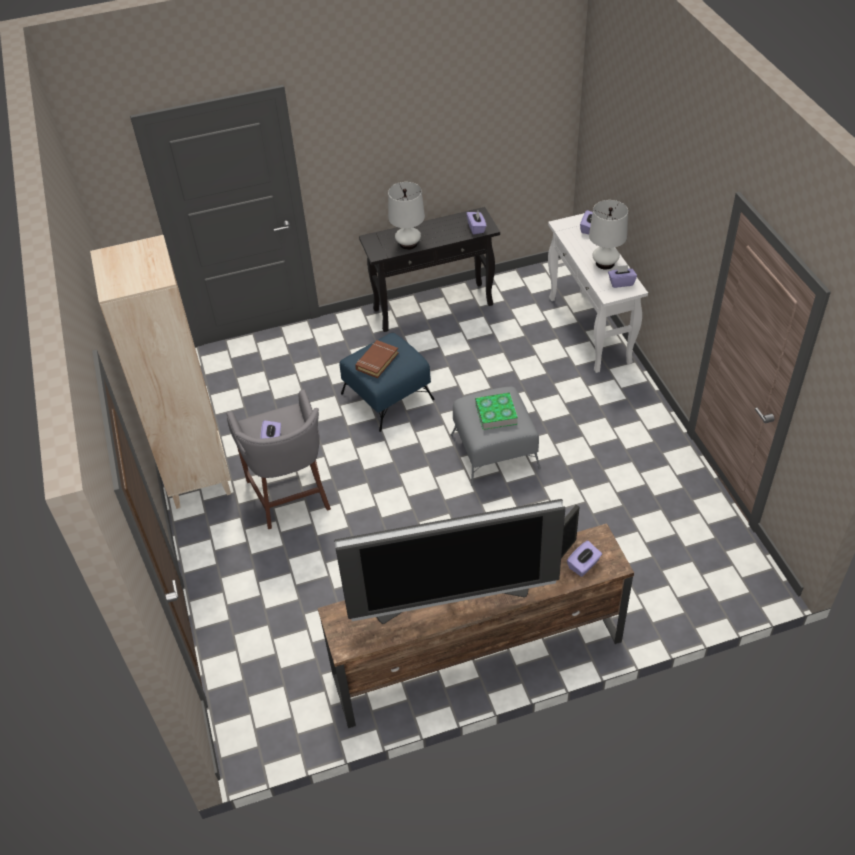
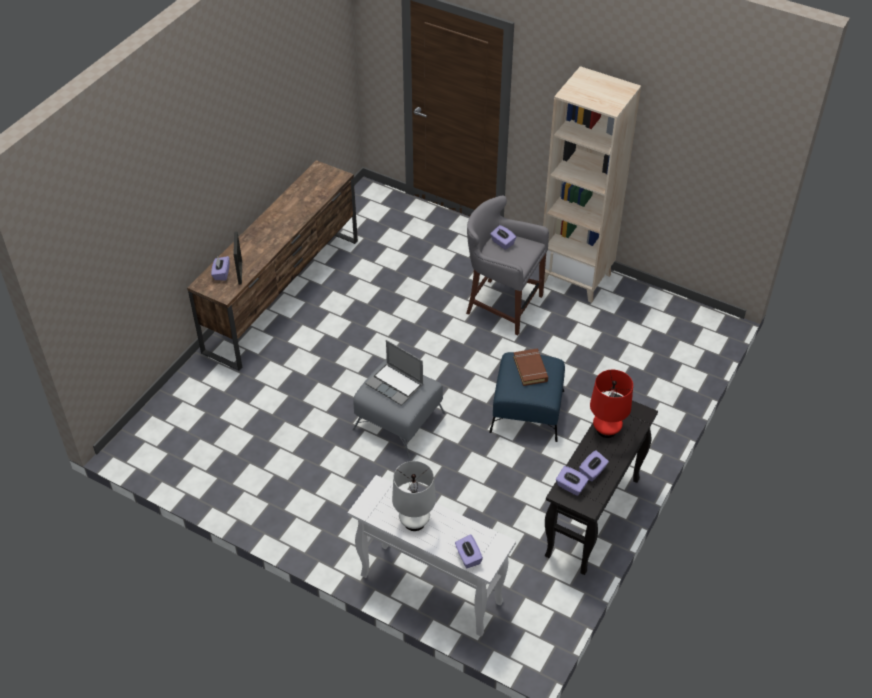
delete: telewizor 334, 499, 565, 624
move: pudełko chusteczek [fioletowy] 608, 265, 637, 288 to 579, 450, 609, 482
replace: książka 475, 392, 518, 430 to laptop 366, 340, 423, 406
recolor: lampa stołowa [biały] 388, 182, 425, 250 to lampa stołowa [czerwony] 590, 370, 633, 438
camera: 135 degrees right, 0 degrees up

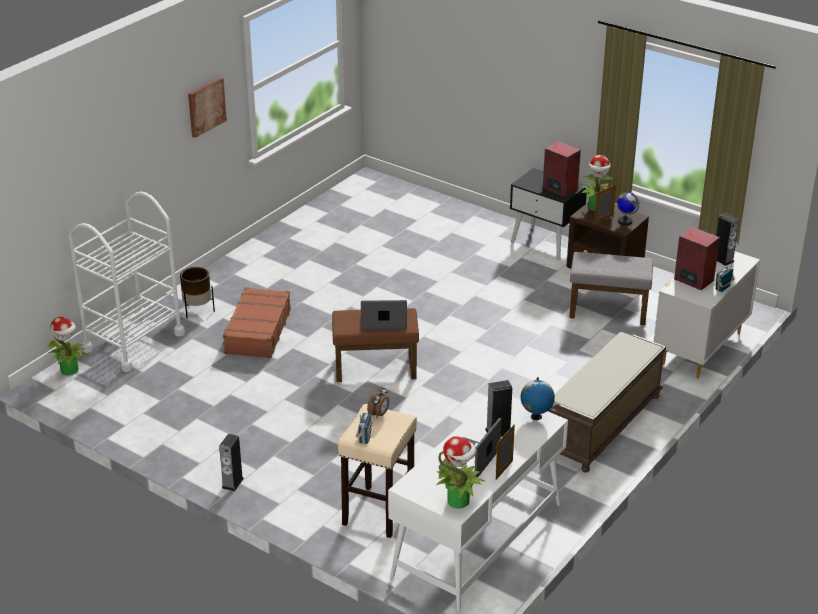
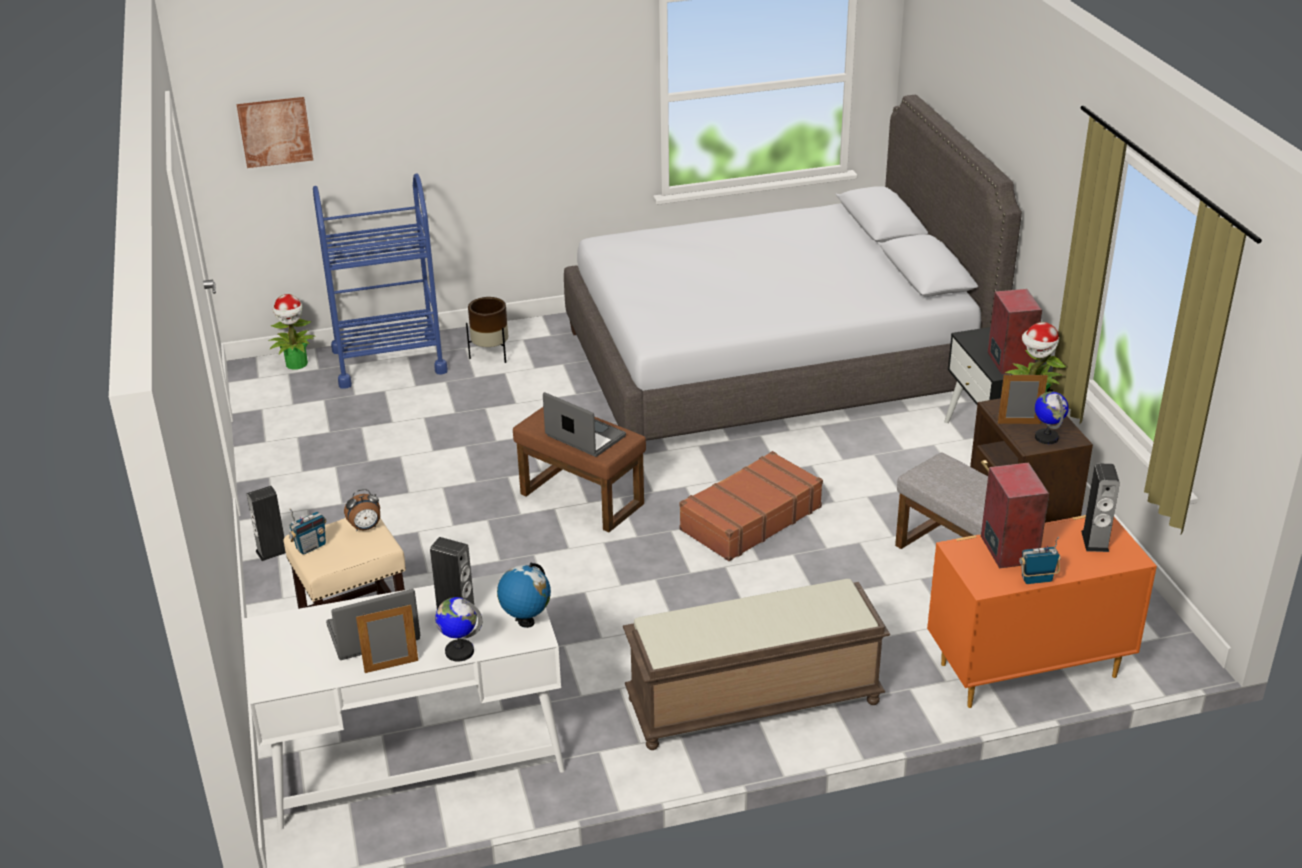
delete: roślina doniczkowa 436, 436, 485, 509
insert: globus 435, 597, 482, 662; łóżko [szary] 564, 95, 1022, 441
move: obraz 188, 77, 227, 138 to 237, 97, 313, 168; walizka [brązowy] 222, 287, 291, 358 to 679, 451, 823, 561
recolor: wózek [biały] 68, 191, 185, 372 to wózek [niebieski] 313, 173, 448, 389; komoda [biały] 654, 251, 760, 378 to komoda [pomarańczowy] 927, 515, 1157, 708
camera: 40 degrees right, 0 degrees up

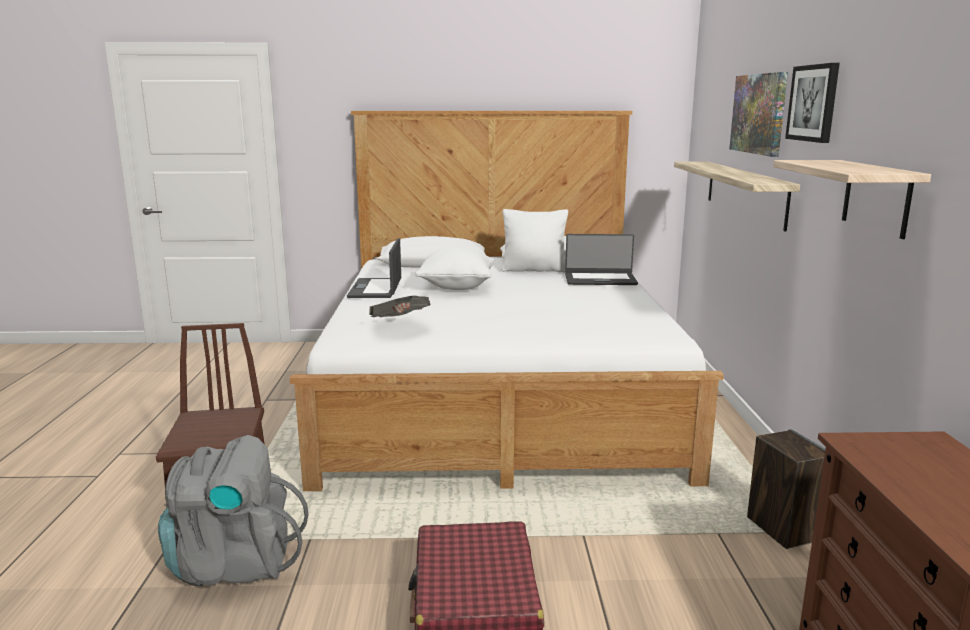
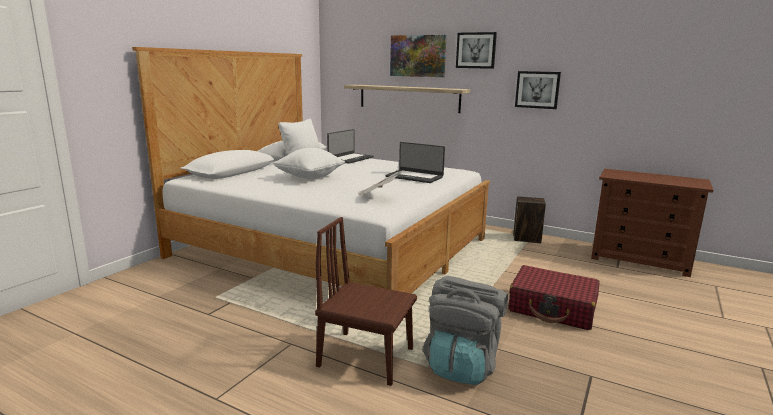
move: laptop 347, 238, 401, 298 to 385, 142, 445, 183
replace: półka 773, 160, 931, 239 to obraz 515, 71, 561, 109
camera: 60 degrees left, 0 degrees up

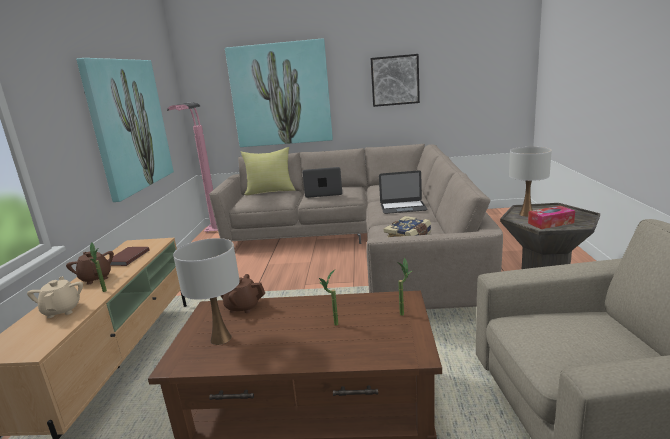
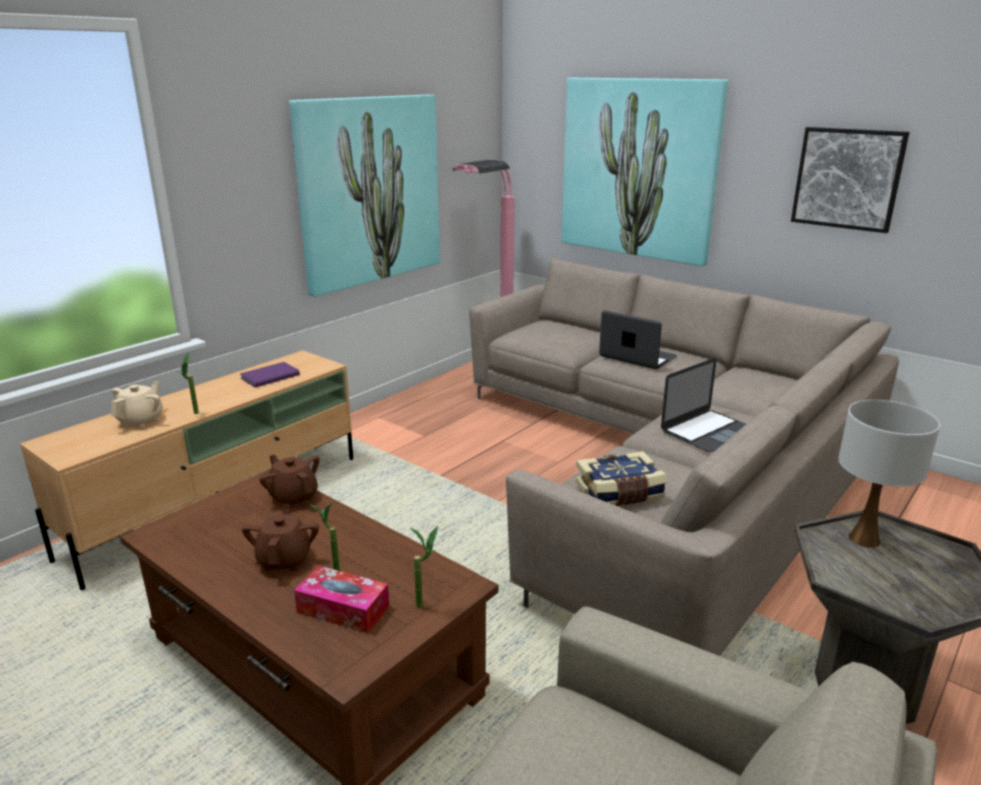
delete: lampa stołowa [biały] 173, 238, 240, 345; poduszka [żółty] 240, 147, 295, 195
move: imbryk [brązowy] 66, 251, 114, 285 to 242, 505, 319, 571; pudełko chusteczek 528, 206, 575, 229 to 294, 566, 389, 633
recolor: książka [brązowy] 108, 247, 150, 266 to książka [fioletowy] 240, 362, 300, 388
rotate: laptop 379, 170, 427, 214 = 661, 358, 746, 452 75 degrees counterclockwise
camera: 35 degrees right, 5 degrees up

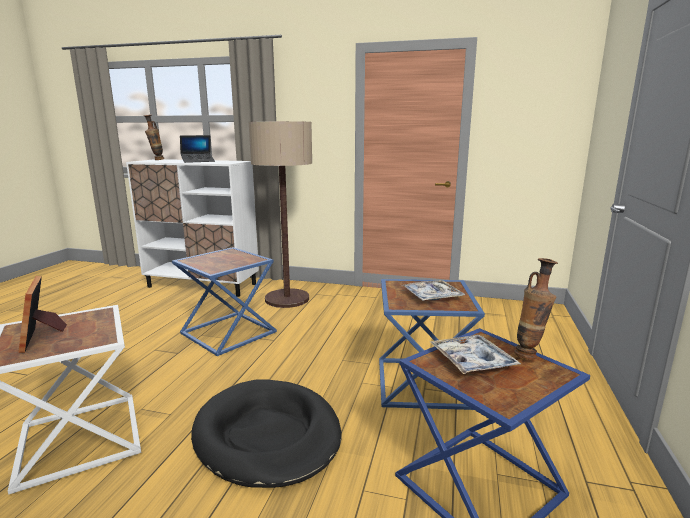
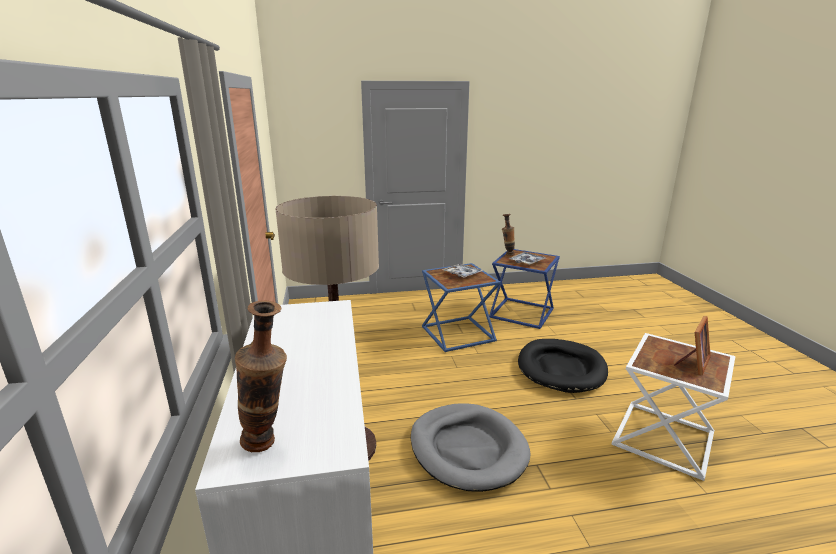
delete: laptop 180, 135, 215, 163
replace: stolik [niebieski] 172, 247, 277, 356 to legowisko [szary] 411, 403, 531, 492
camera: 115 degrees left, 5 degrees up

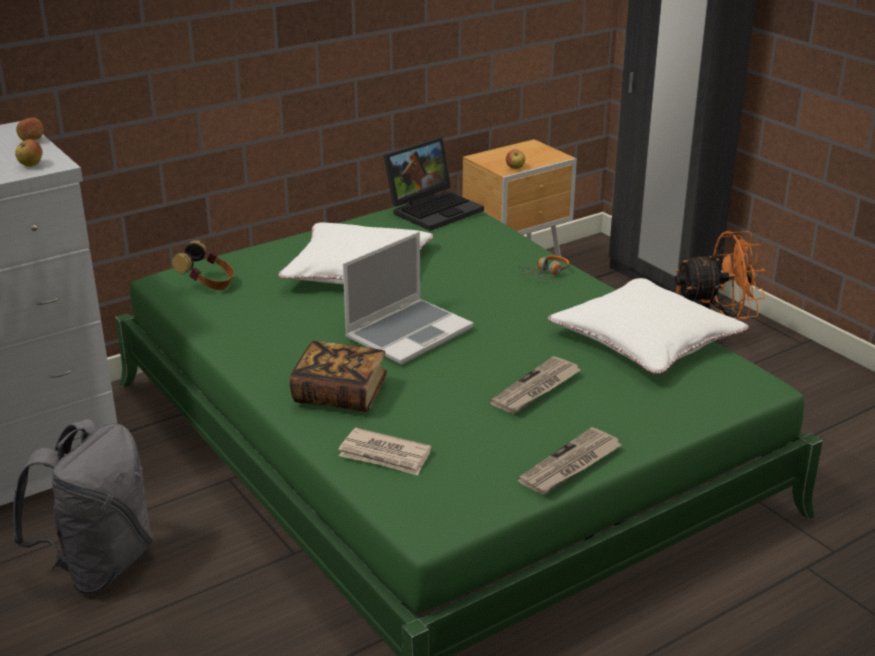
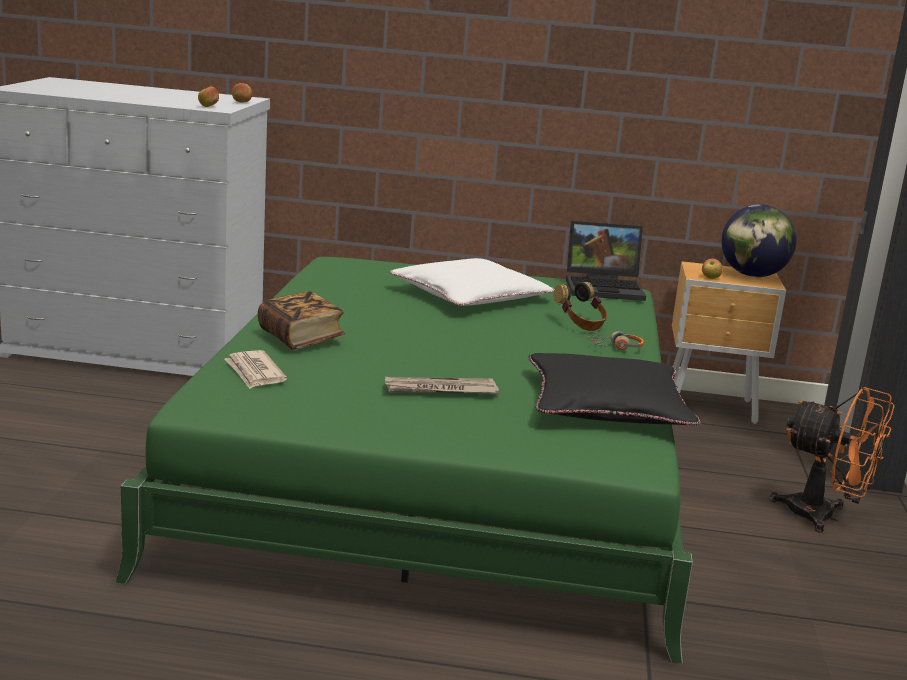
delete: plecak [szary] 12, 419, 153, 595; laptop 343, 232, 474, 365; gazeta 517, 427, 621, 495
insert: globus 721, 204, 797, 277
move: słuchawki 172, 240, 234, 290 to 554, 282, 607, 331
recolor: poduszka [biały] 548, 278, 749, 374 to poduszka [czarny] 528, 353, 701, 425
camera: 40 degrees right, 10 degrees down

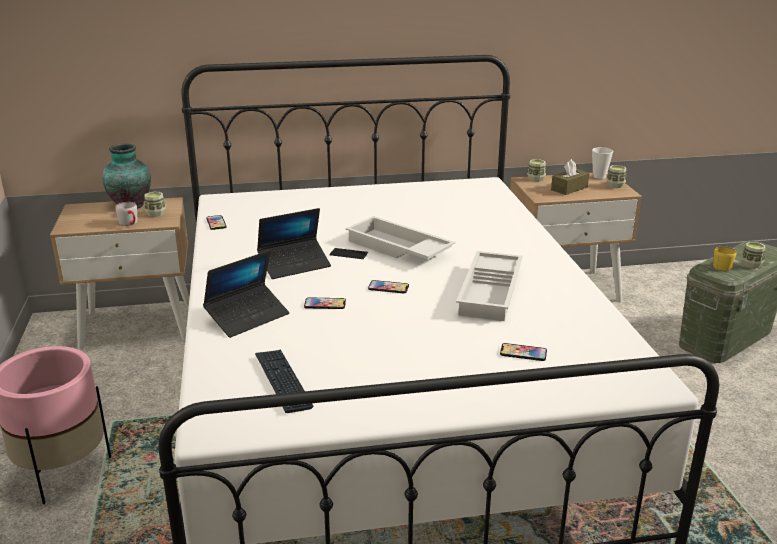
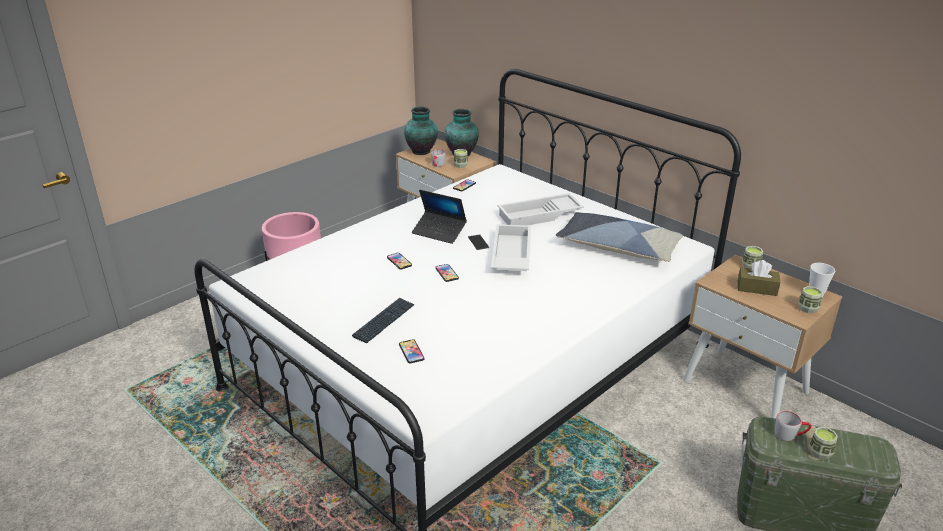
delete: laptop 203, 250, 289, 338
insert: wazon 404, 106, 438, 155; poduszka 556, 212, 683, 262
move: klawiatura 255, 350, 313, 413 to 352, 298, 415, 343; taca [biały] 456, 251, 523, 321 to 497, 193, 584, 225
recolor: kubek [żółty] 713, 246, 736, 271 to kubek [szary] 775, 411, 811, 441
camera: 55 degrees right, 5 degrees up

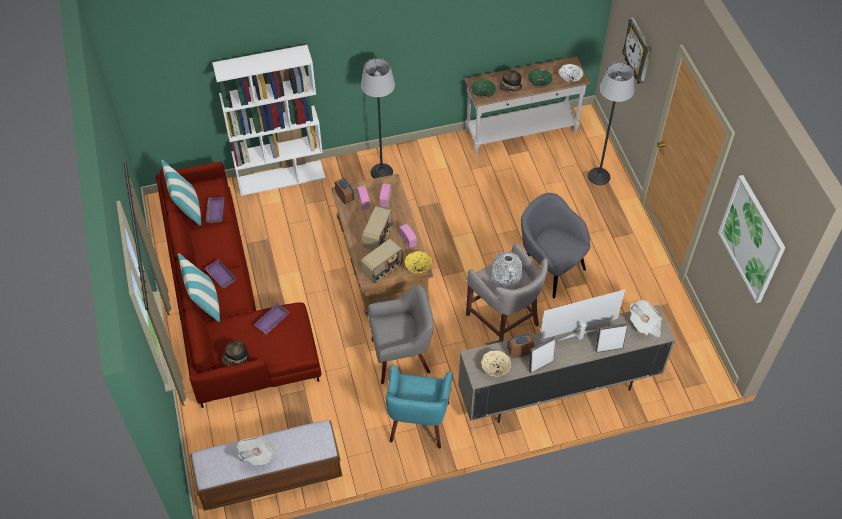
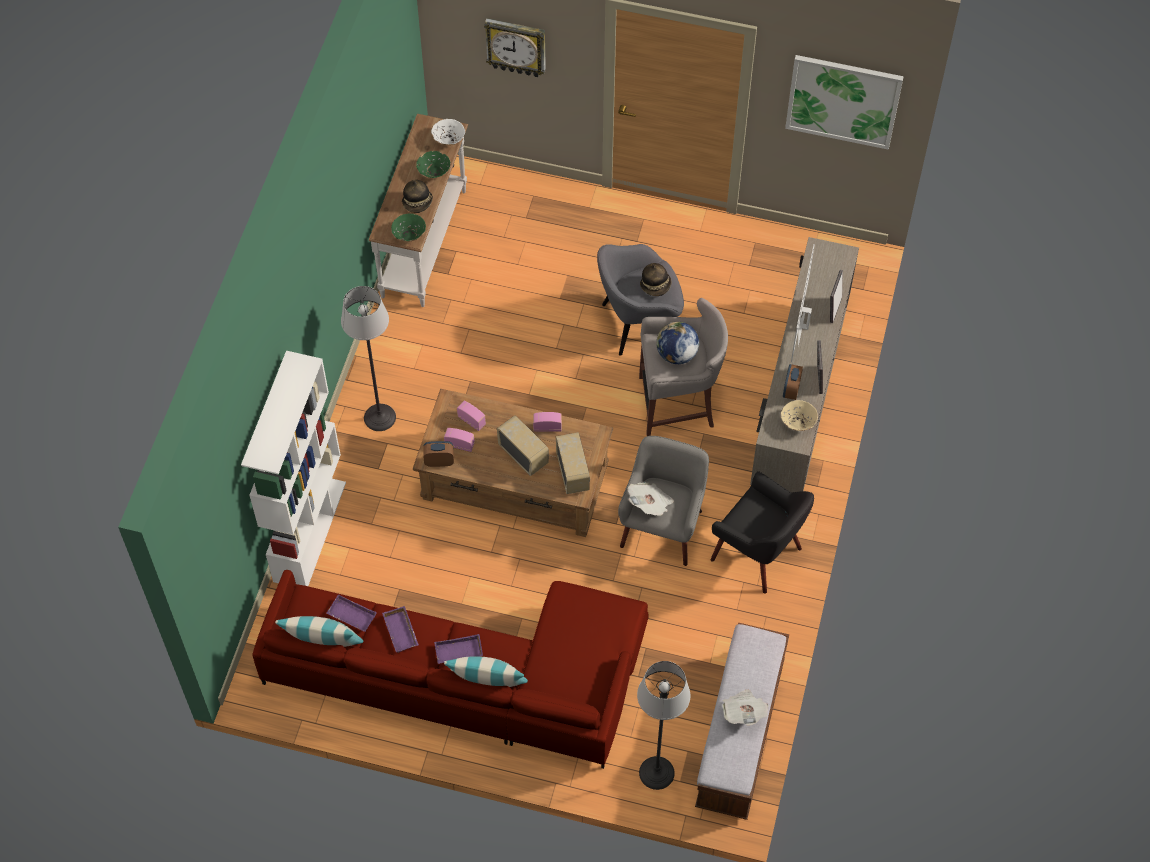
delete: miska [żółty] 405, 251, 432, 273
move: kapelusz 222, 341, 249, 366 to 640, 263, 671, 296; taca [fioletowy] 254, 303, 289, 335 to 382, 606, 419, 653; lampa stojąca 588, 62, 634, 185 to 637, 661, 690, 790; gazeta 630, 300, 662, 337 to 627, 483, 674, 516
replace: wazon [szary] 492, 251, 523, 289 to globus 656, 322, 699, 364
recolor: fotel [turkusowy] 386, 365, 453, 448 to fotel [czarny] 711, 471, 814, 594
camera: 60 degrees left, 5 degrees up

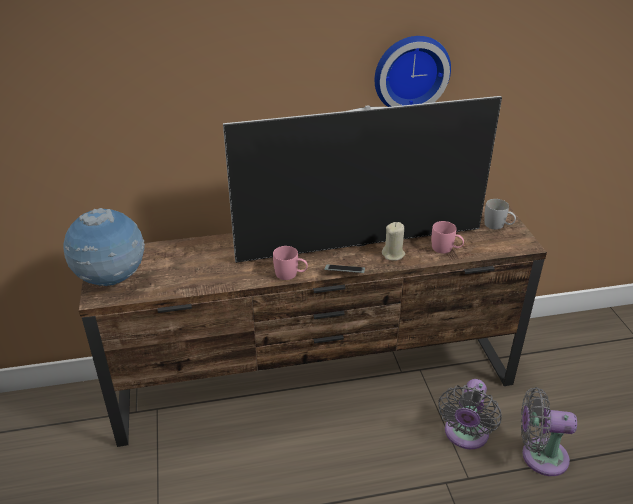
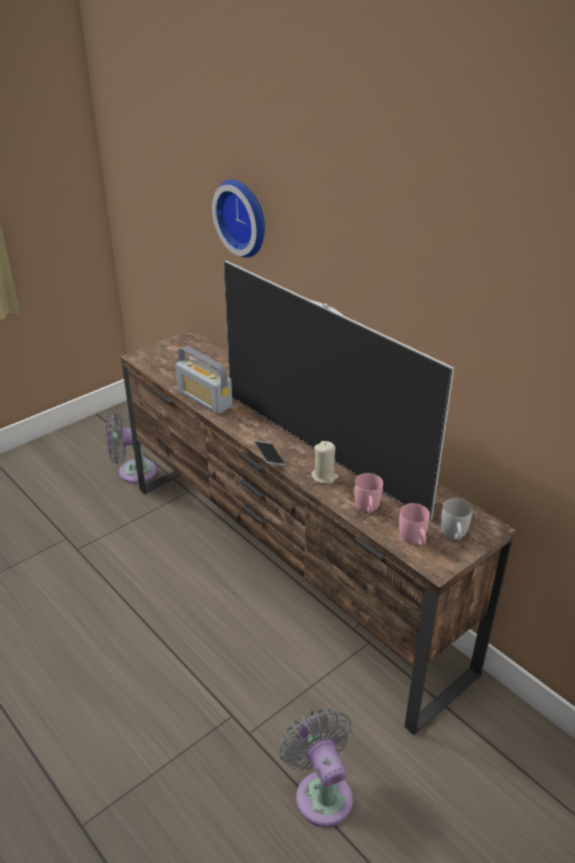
delete: globus 64, 208, 145, 286
insert: radio 176, 346, 232, 414
move: kubek [różowy] 273, 246, 308, 280 to 399, 503, 430, 545; zegar ścienny 375, 36, 451, 107 to 212, 180, 265, 258; wentylator [szary] 438, 379, 502, 449 to 106, 412, 157, 484
camera: 60 degrees right, 0 degrees up

